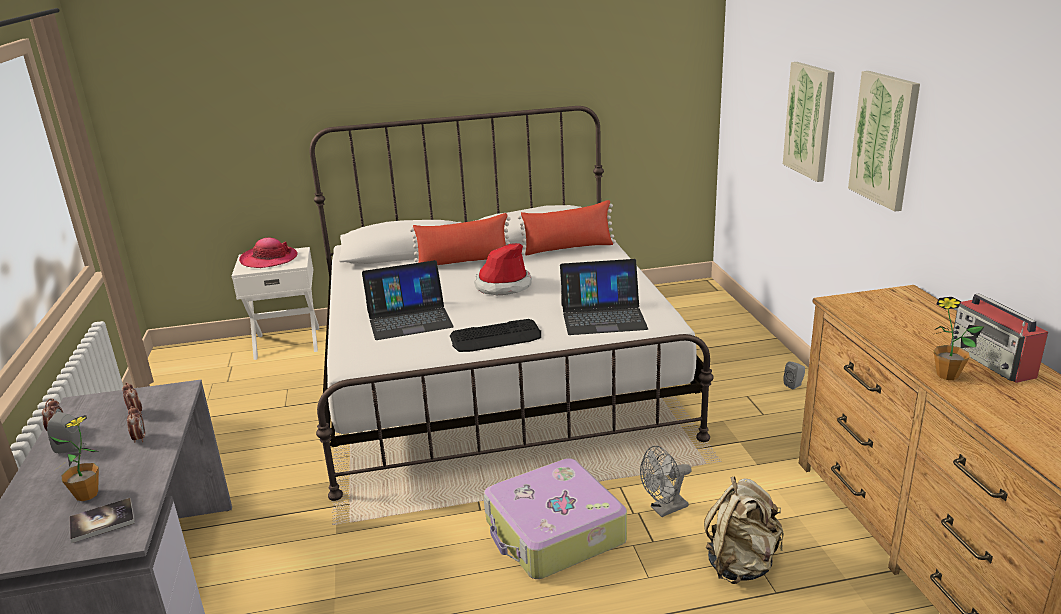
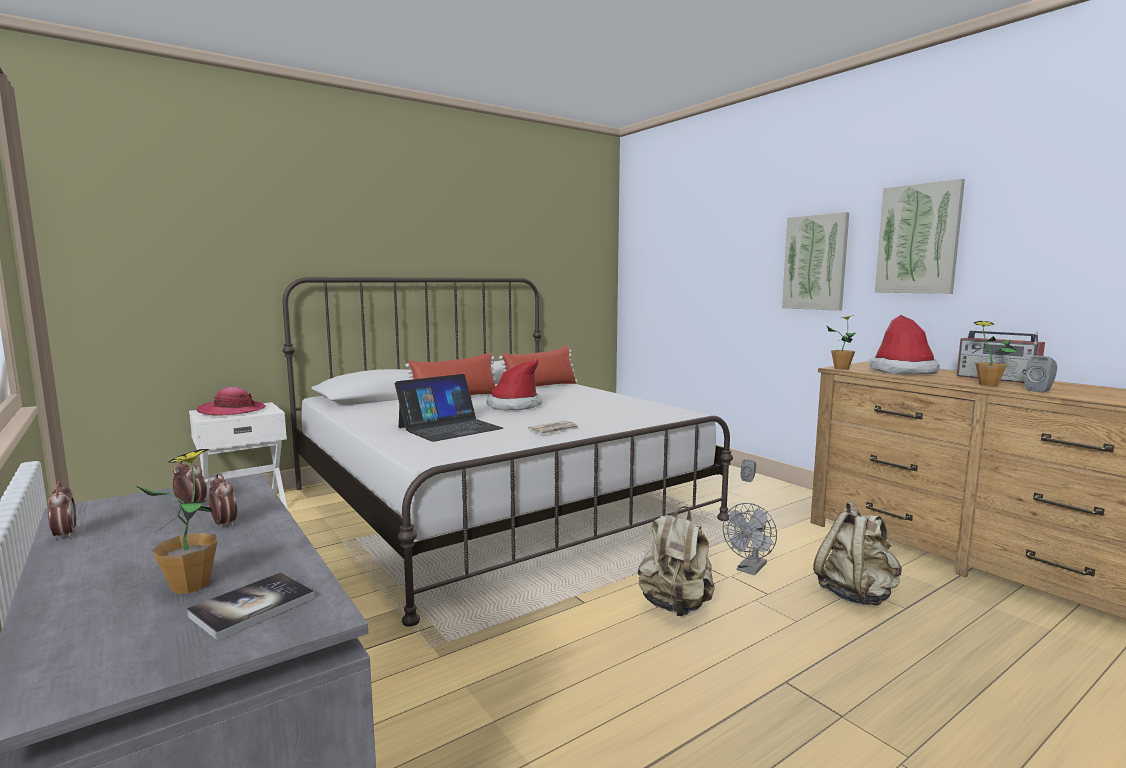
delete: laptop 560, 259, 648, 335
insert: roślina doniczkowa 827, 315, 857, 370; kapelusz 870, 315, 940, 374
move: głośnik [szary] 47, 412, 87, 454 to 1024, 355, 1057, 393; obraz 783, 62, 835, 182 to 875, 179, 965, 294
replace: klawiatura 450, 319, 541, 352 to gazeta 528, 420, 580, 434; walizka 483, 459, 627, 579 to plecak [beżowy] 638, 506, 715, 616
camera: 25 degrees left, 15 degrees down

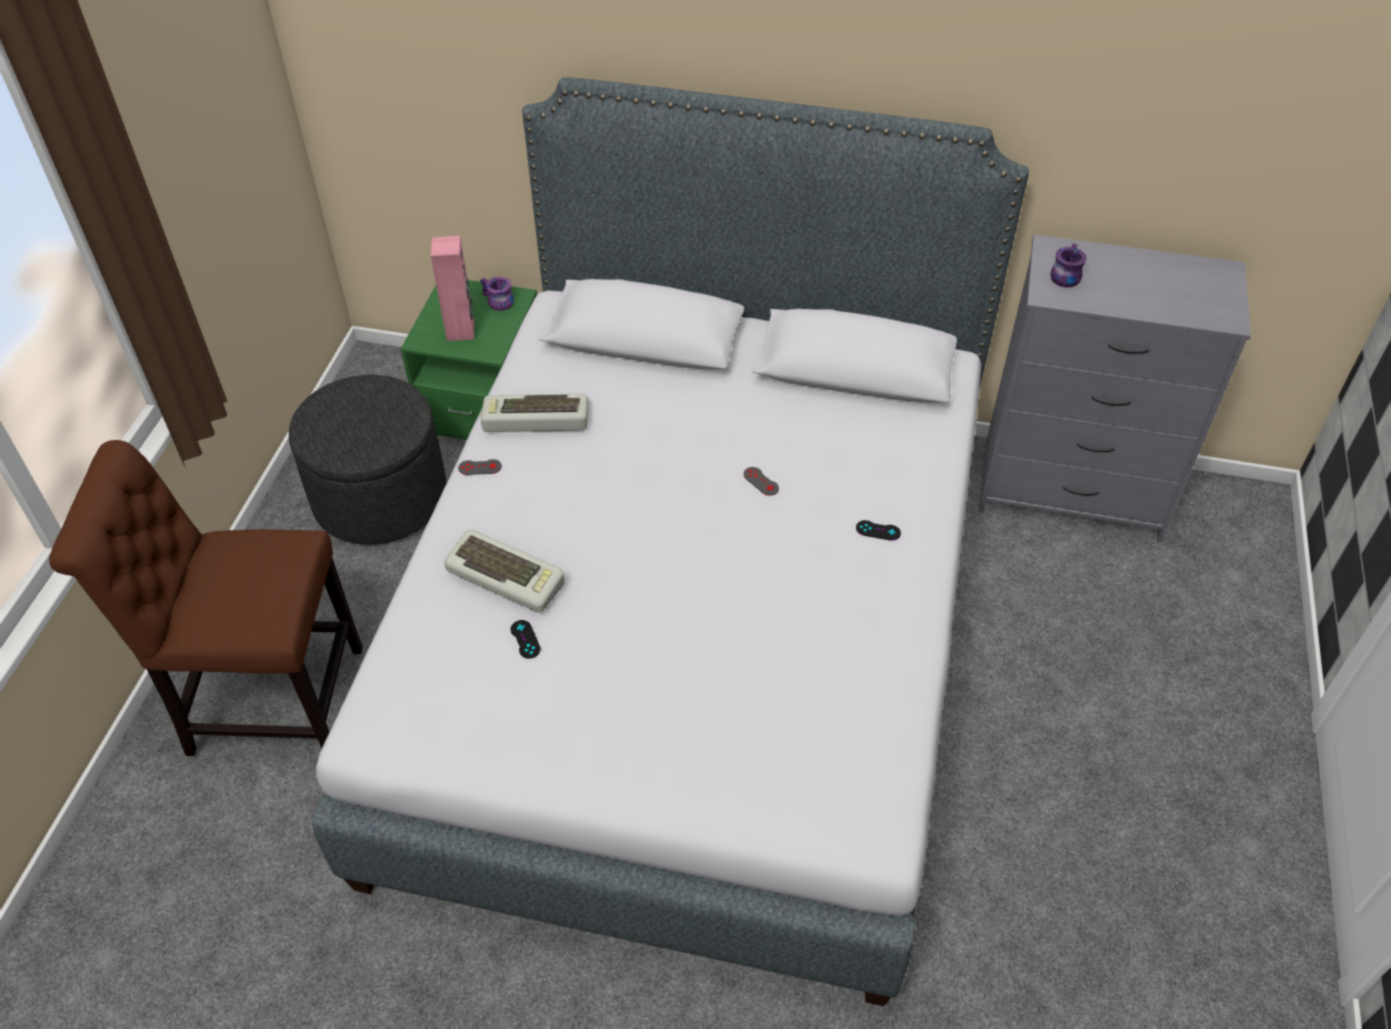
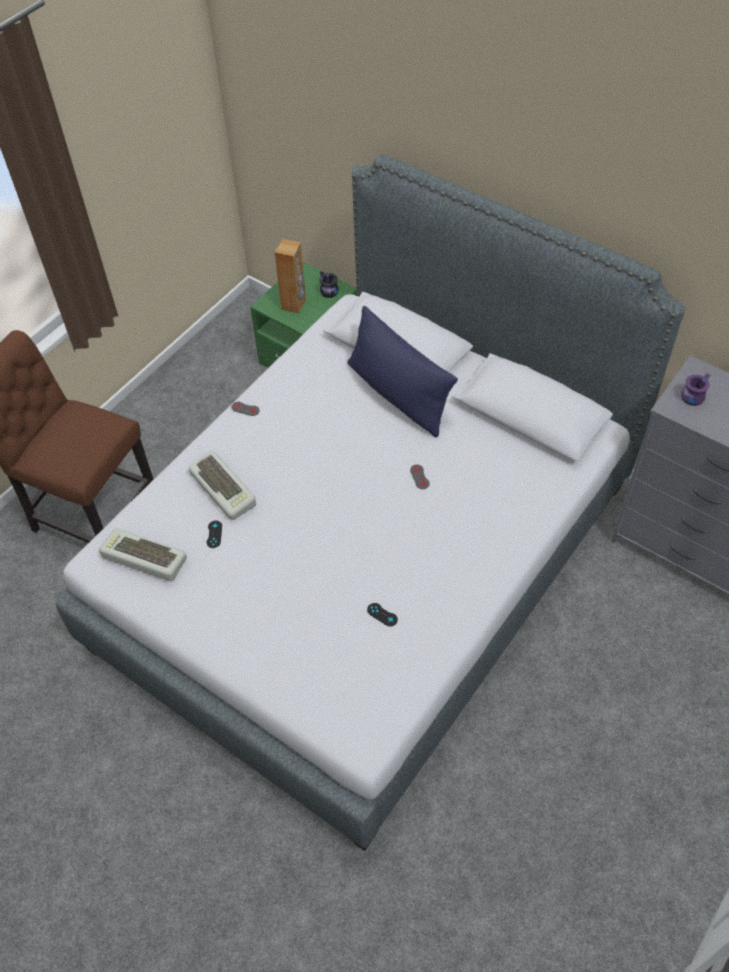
delete: pufa [szary] 289, 374, 447, 545
insert: poduszka [niebieski] 347, 306, 458, 437
move: klawiatura 480, 394, 588, 432 to 99, 529, 187, 581; pad do gier [czarny] 856, 520, 901, 541 to 367, 603, 398, 627
recolor: głośnik [różowy] 431, 235, 474, 341 to głośnik [brązowy] 275, 239, 306, 313; kubek [fioletowy] 480, 277, 514, 311 to kubek [czarny] 320, 271, 339, 298
camera: 25 degrees right, 5 degrees up

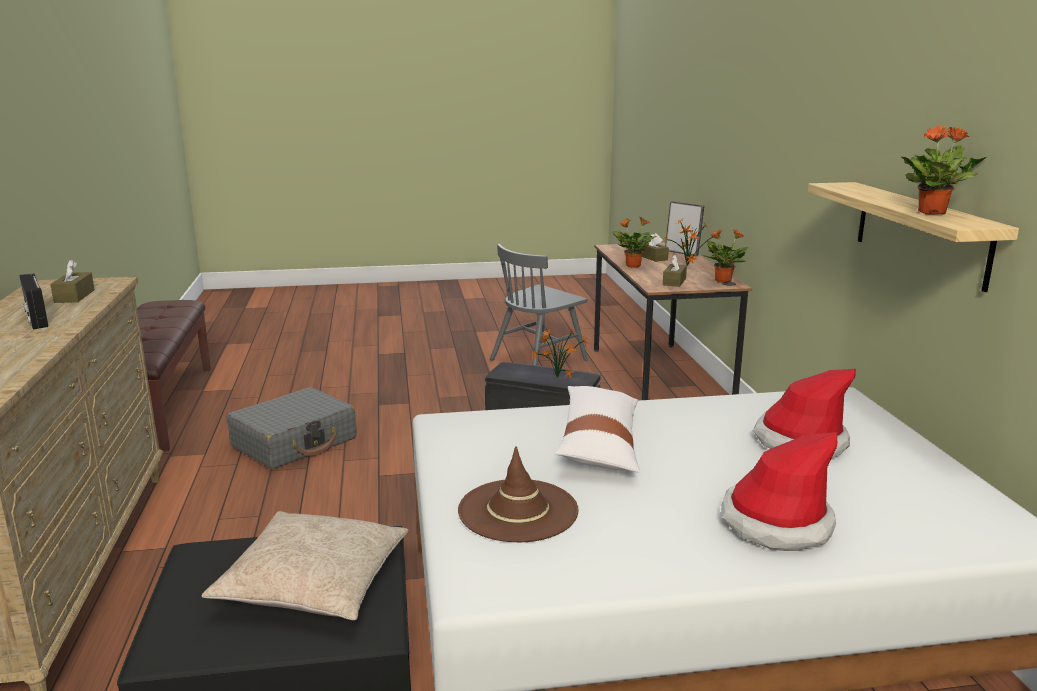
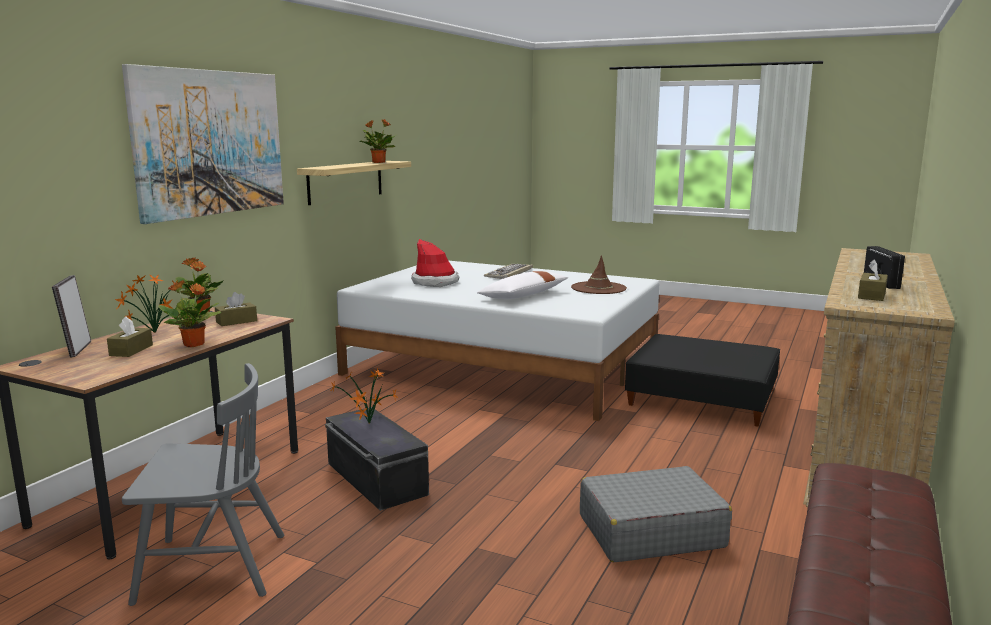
delete: poduszka [beżowy] 201, 511, 408, 620
insert: obraz 122, 64, 284, 224
replace: kapelusz 721, 432, 837, 551 to klawiatura 484, 264, 533, 279
camera: 145 degrees left, 5 degrees down

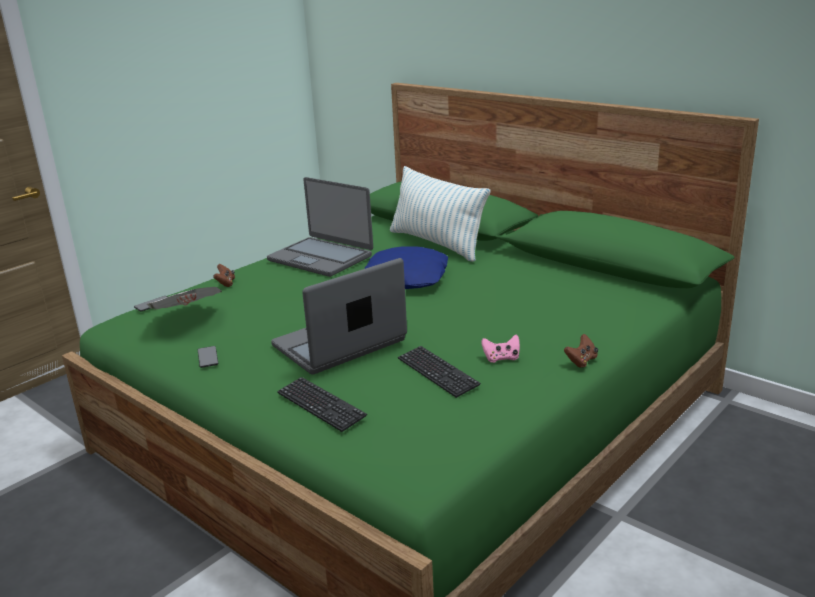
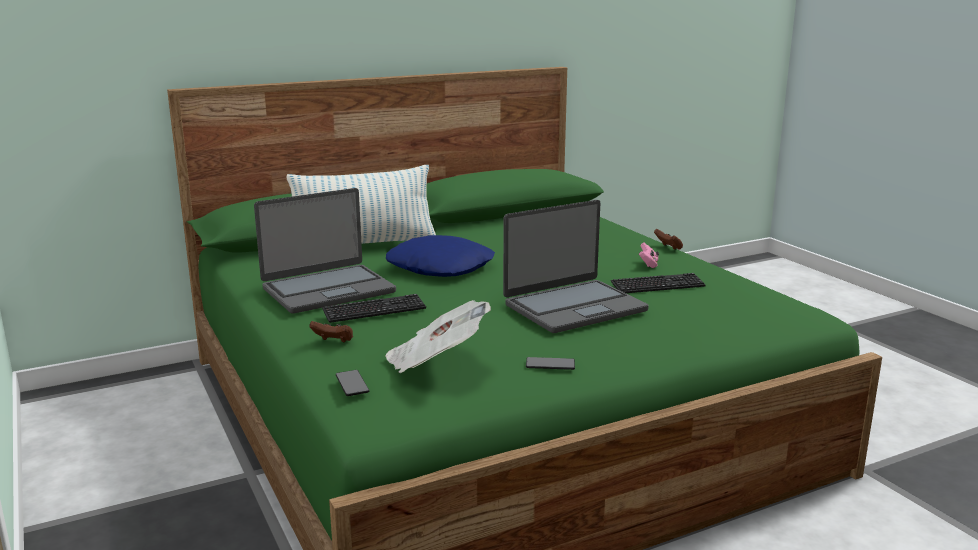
move: klawiatura 277, 377, 367, 432 to 322, 294, 426, 323
rotate: laptop 271, 258, 407, 375 = 503, 200, 649, 333 105 degrees counterclockwise
camera: 70 degrees left, 5 degrees down

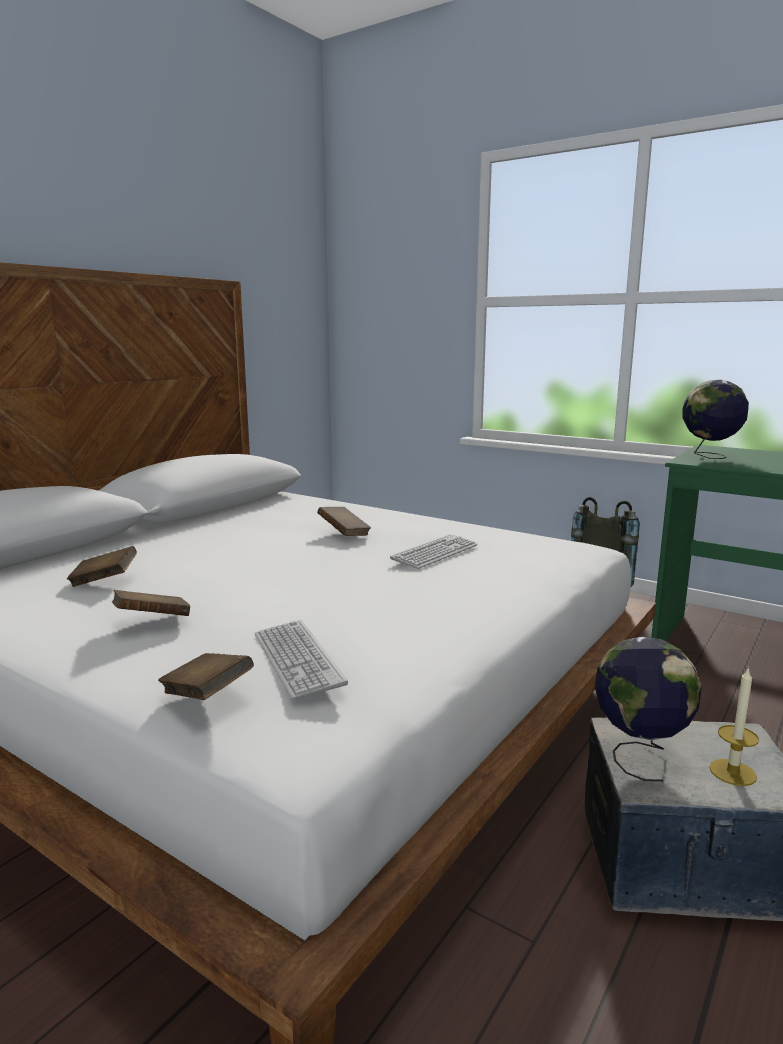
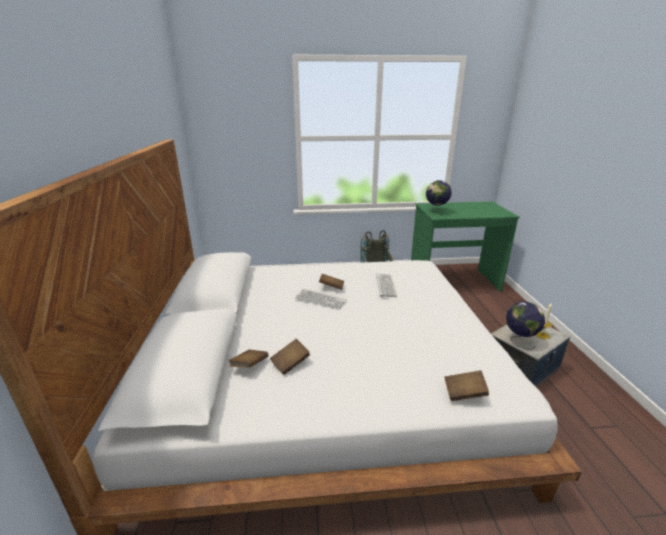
move: książka [brązowy] 112, 590, 190, 616 to 229, 350, 269, 368; klawiatura 255, 620, 348, 700 to 295, 289, 347, 310
camera: 40 degrees left, 10 degrees up

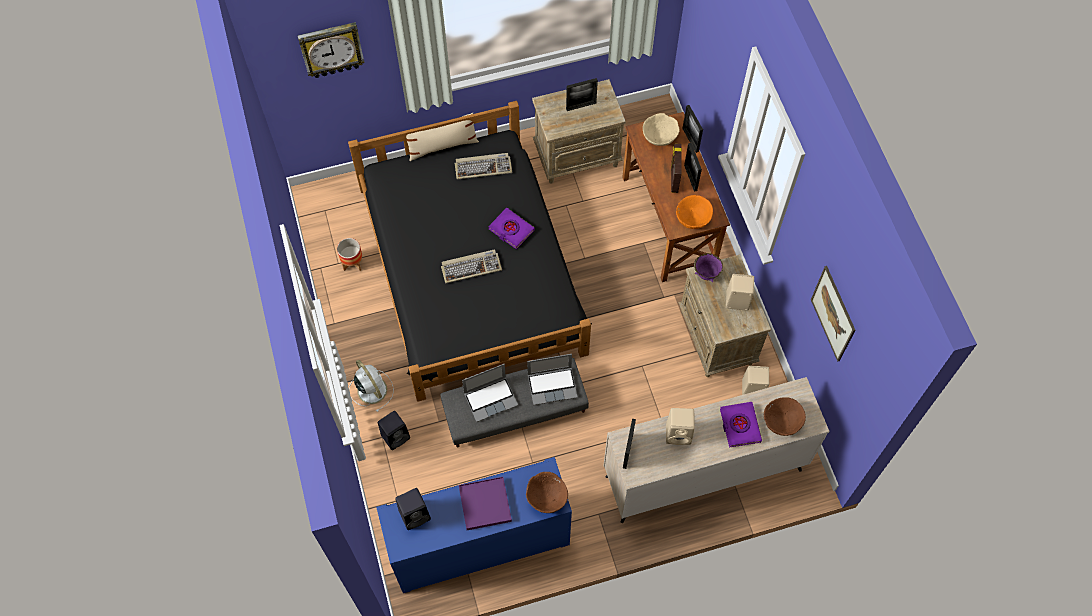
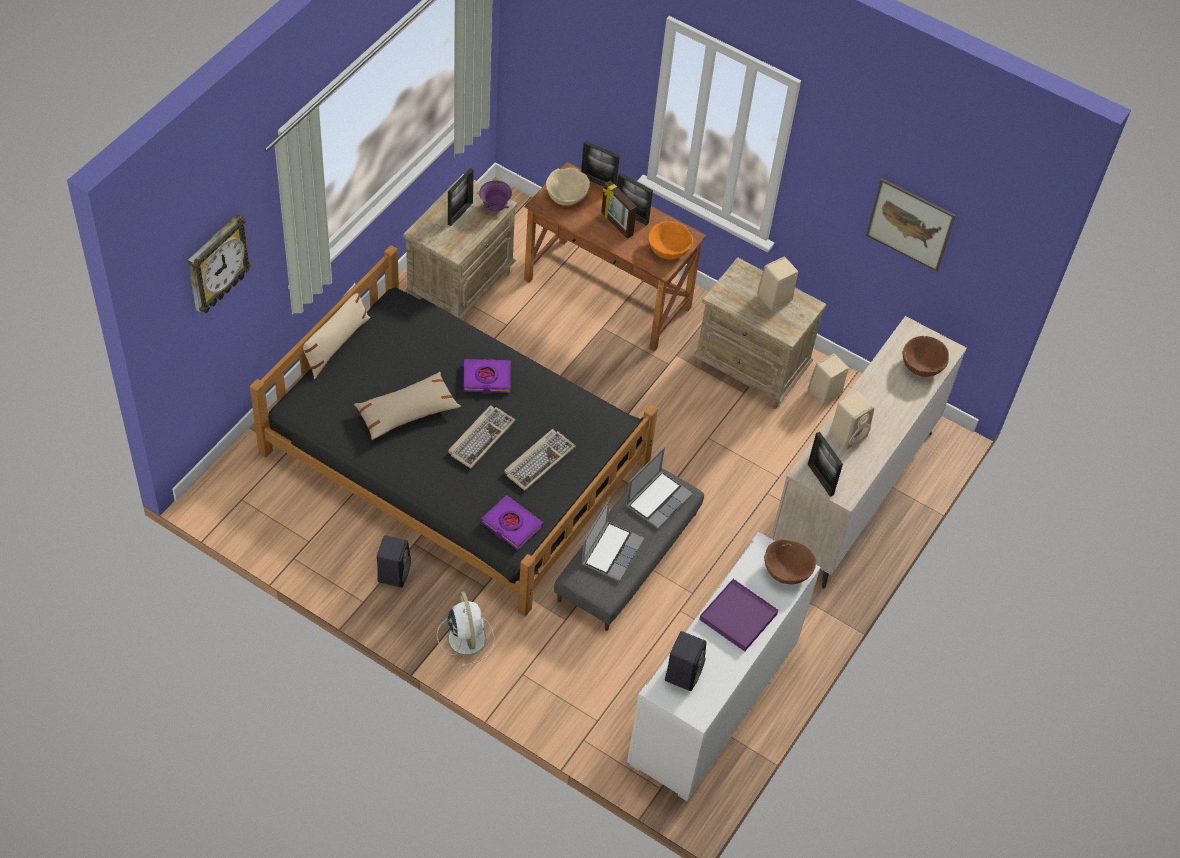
delete: donica 337, 238, 362, 271
insert: poduszka [beżowy] 354, 372, 461, 440
move: głośnik [czarny] 378, 411, 410, 450 to 377, 535, 411, 588; klawiatura 455, 153, 512, 180 to 504, 429, 576, 491; miska [fioletowy] 694, 253, 723, 282 to 479, 180, 512, 212; książka [fioletowy] 720, 402, 762, 448 to 481, 495, 543, 550
recolor: szafka [niebieski] 376, 457, 572, 593 to szafka [biały] 627, 532, 821, 801
rotate: wentylator [biały] 349, 360, 394, 412 = 437, 591, 495, 667 60 degrees clockwise
camera: 45 degrees left, 10 degrees down

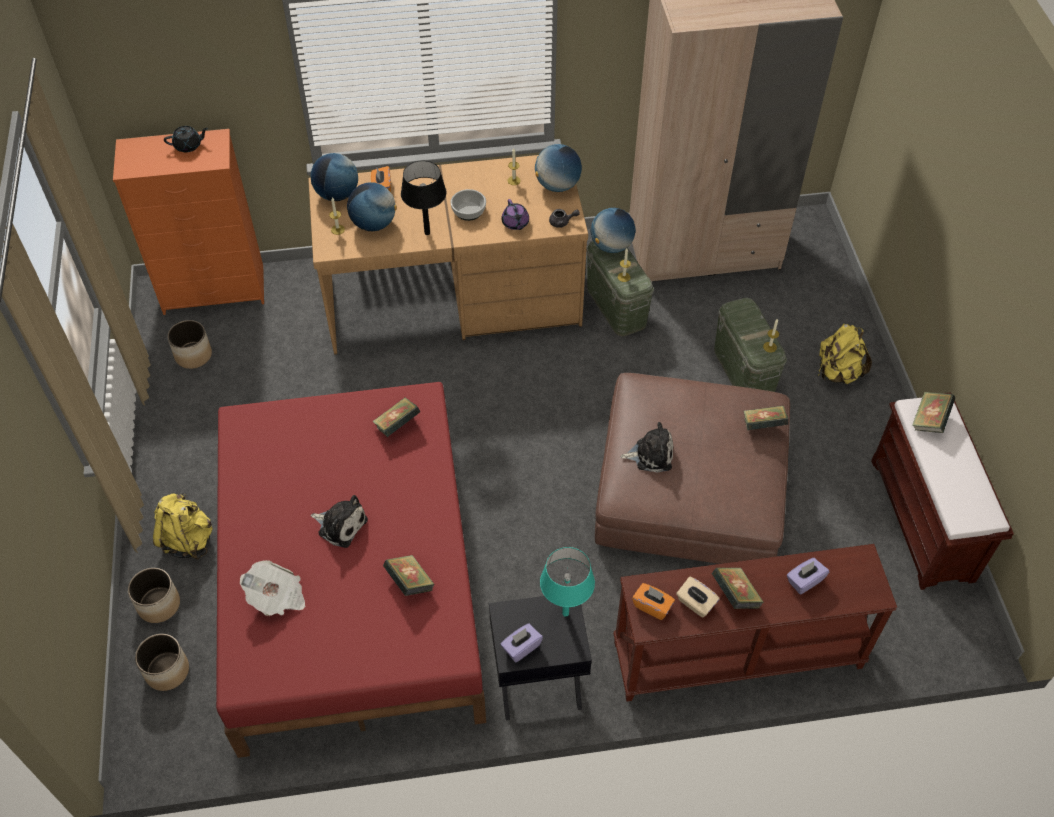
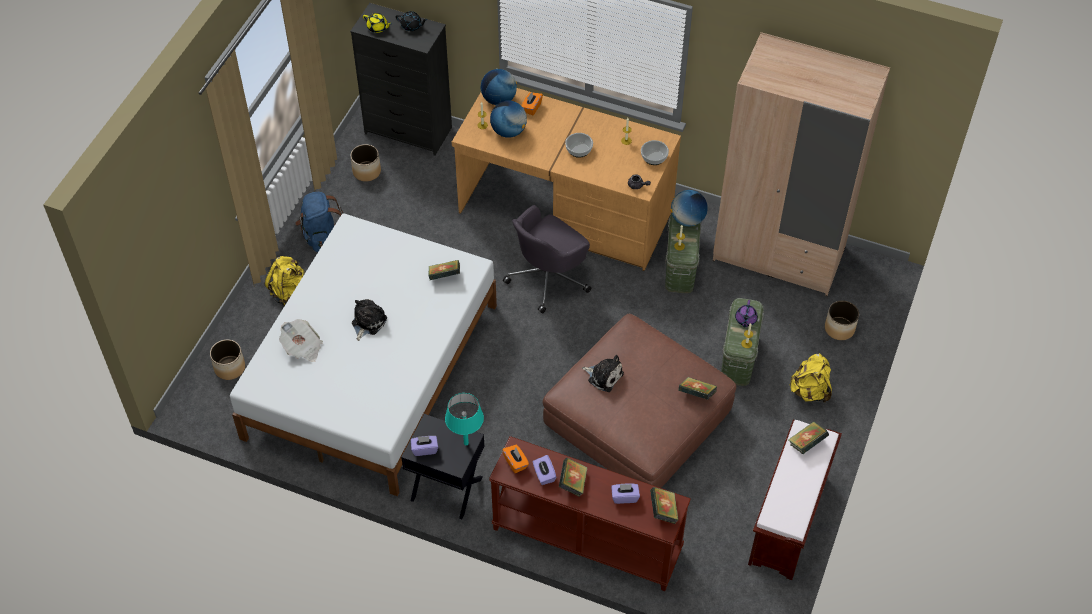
delete: lampa stołowa [czarny] 401, 160, 447, 235
insert: plecak [niebieski] 295, 192, 343, 252; imbryk [żółty] 363, 13, 392, 33; krzesło biurowe [szary] 503, 205, 591, 313
move: donica 128, 568, 180, 623 to 825, 301, 859, 340; książka 383, 555, 435, 596 to 650, 487, 678, 524; imbryk [fioletowy] 501, 199, 529, 230 to 735, 300, 758, 327
replace: globus 535, 144, 582, 192 to miska 641, 140, 669, 165
recolor: komoda [pomarańczowy] 113, 129, 264, 315 to komoda [czarny] 350, 3, 452, 156; łóżko [czerwony] 216, 382, 486, 758 to łóżko [biały] 230, 214, 497, 496; pudełko chusteczek [beżowy] 676, 577, 720, 618 to pudełko chusteczek [fioletowy] 533, 455, 556, 485
rotate: pluszak 310, 495, 368, 548 = 352, 299, 387, 341 120 degrees counterclockwise
camera: 30 degrees right, 0 degrees up

